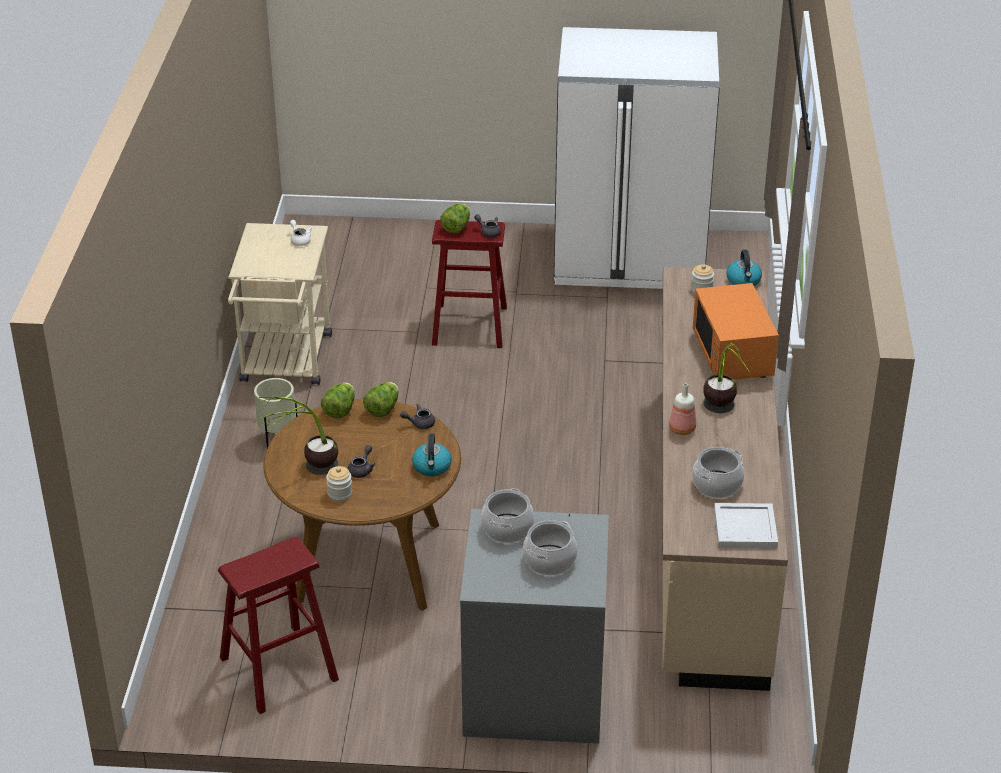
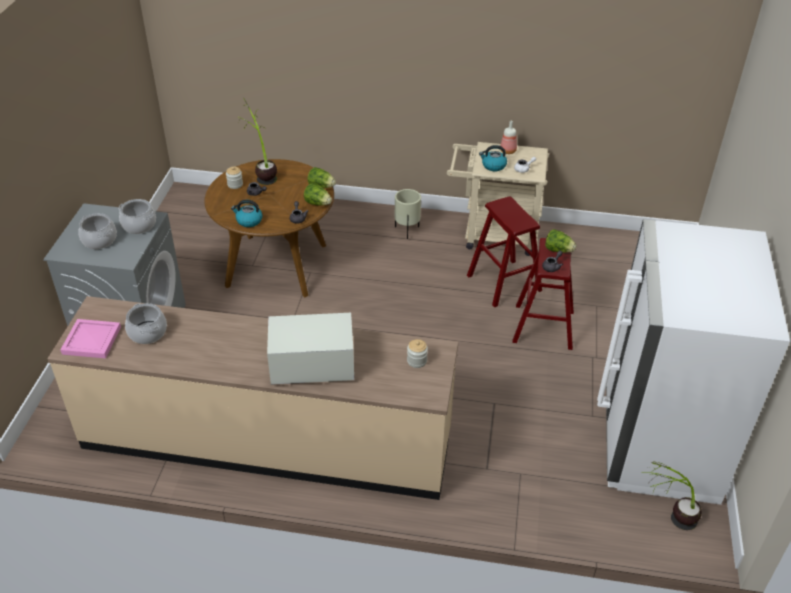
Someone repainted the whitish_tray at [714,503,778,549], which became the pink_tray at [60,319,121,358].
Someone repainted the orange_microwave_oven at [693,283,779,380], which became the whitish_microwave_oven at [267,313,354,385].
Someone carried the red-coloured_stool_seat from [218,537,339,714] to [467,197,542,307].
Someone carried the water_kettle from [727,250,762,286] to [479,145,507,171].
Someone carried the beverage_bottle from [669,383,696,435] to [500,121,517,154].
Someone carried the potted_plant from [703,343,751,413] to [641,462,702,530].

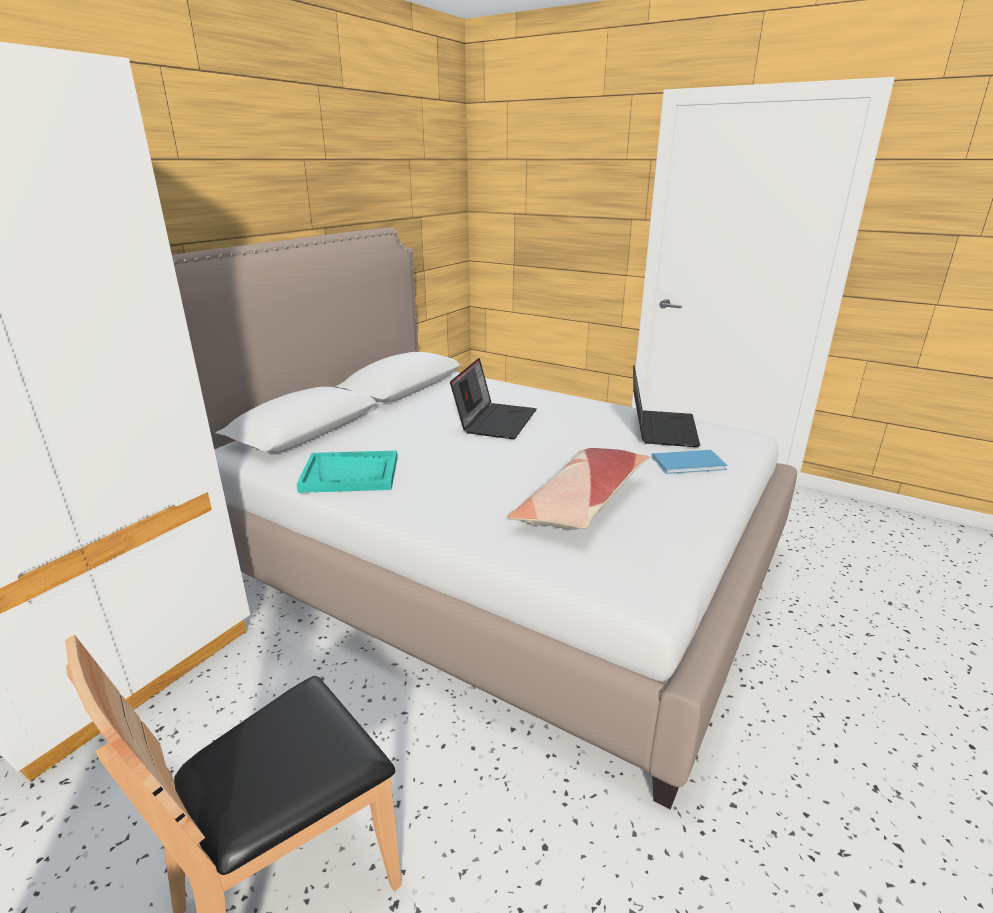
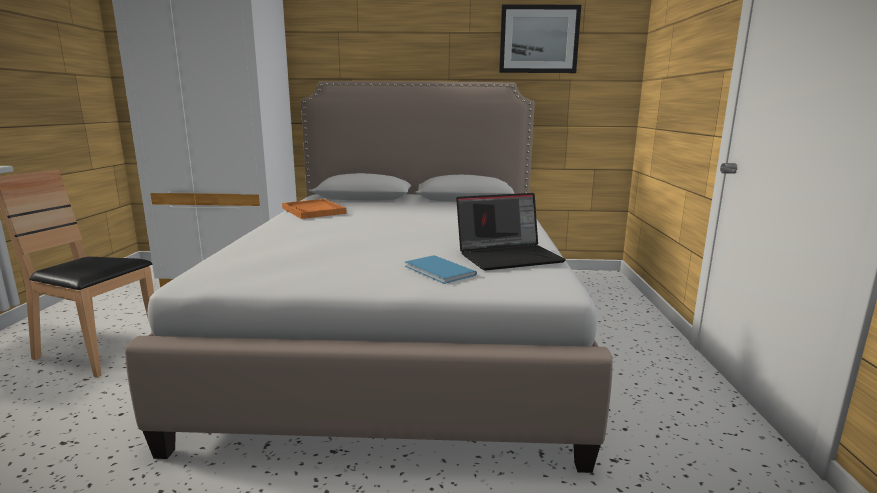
Someone repainted the turquoise_tray at [296,451,397,493], which became the orange_tray at [282,199,347,219].
Someone put up the wall_picture at [499,5,581,73].
Someone took away the notebook_computer at [450,358,536,439].
Someone took away the pillow at [508,448,649,530].

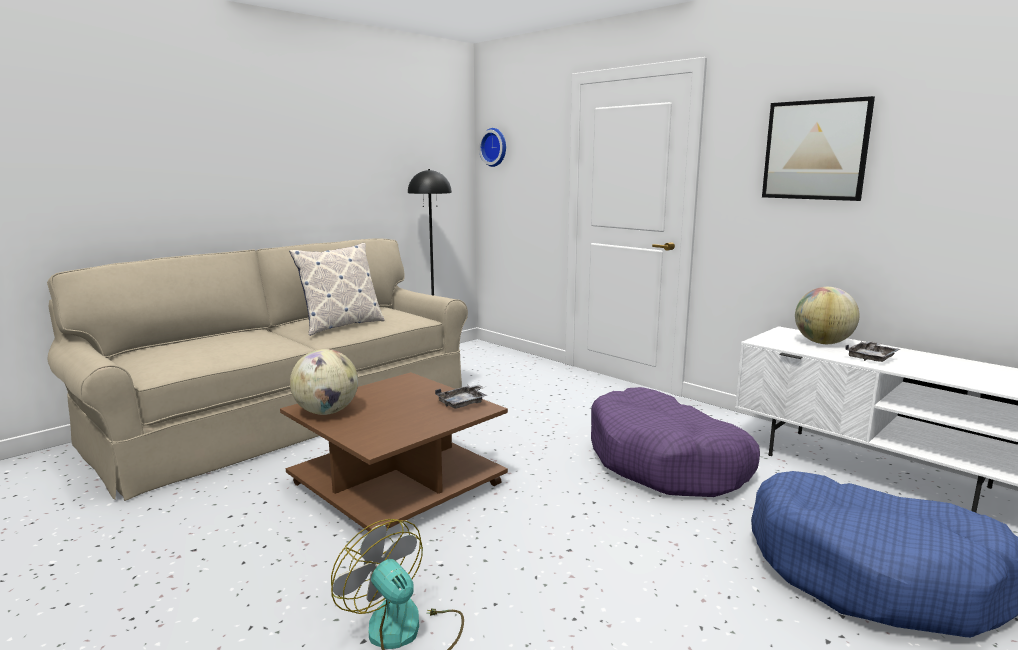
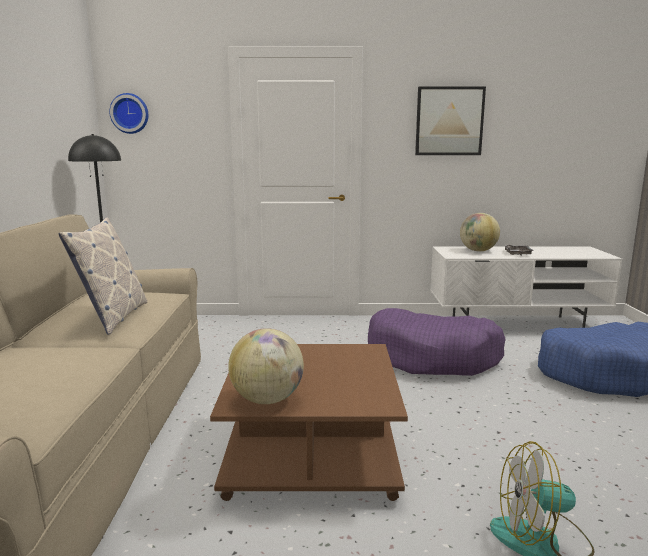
Someone took away the gray_tray at [435,385,488,408].

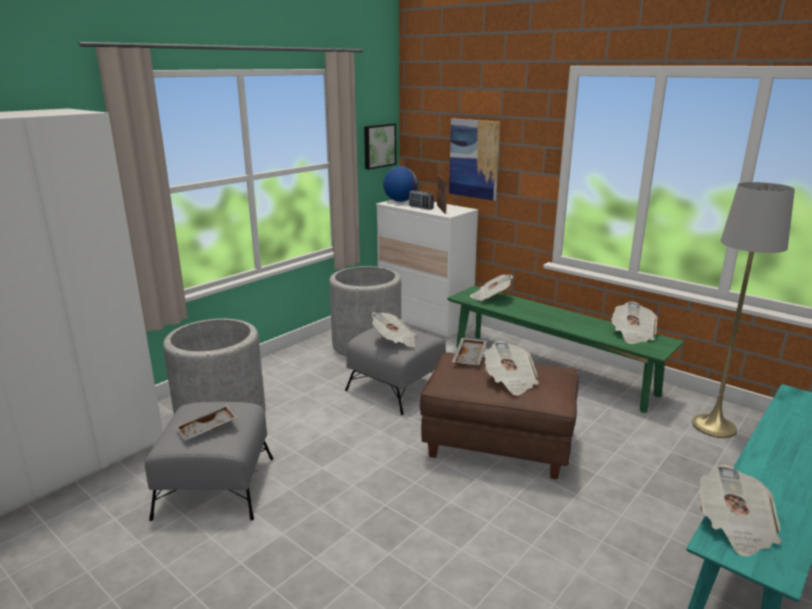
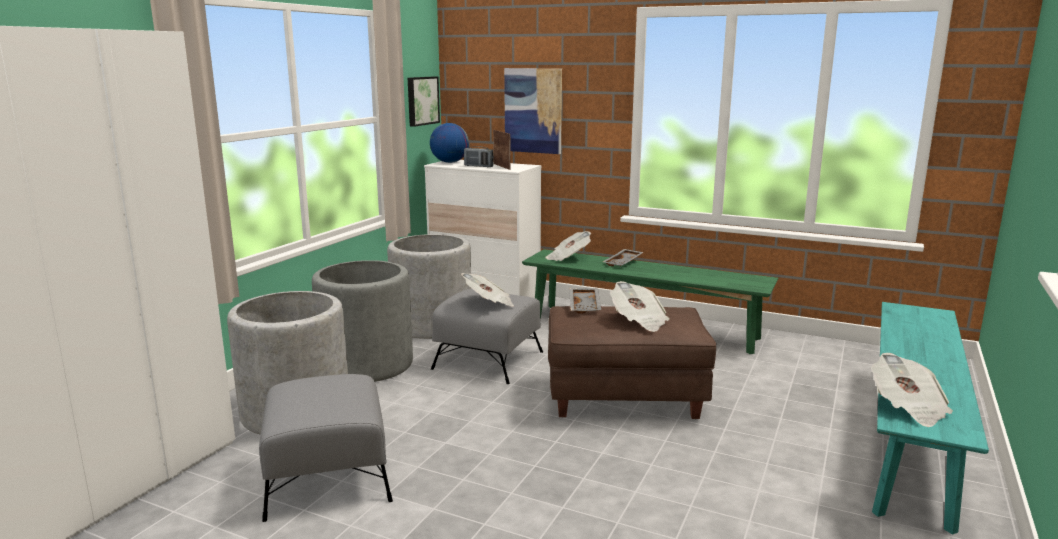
Someone put down the gray_planter at [312,260,413,382].
Someone carried the gray_tray from [175,404,238,441] to [603,249,644,266].
Someone took away the newspaper at [611,302,658,344].
Someone took away the gray_standard_lamp at [692,182,795,438].

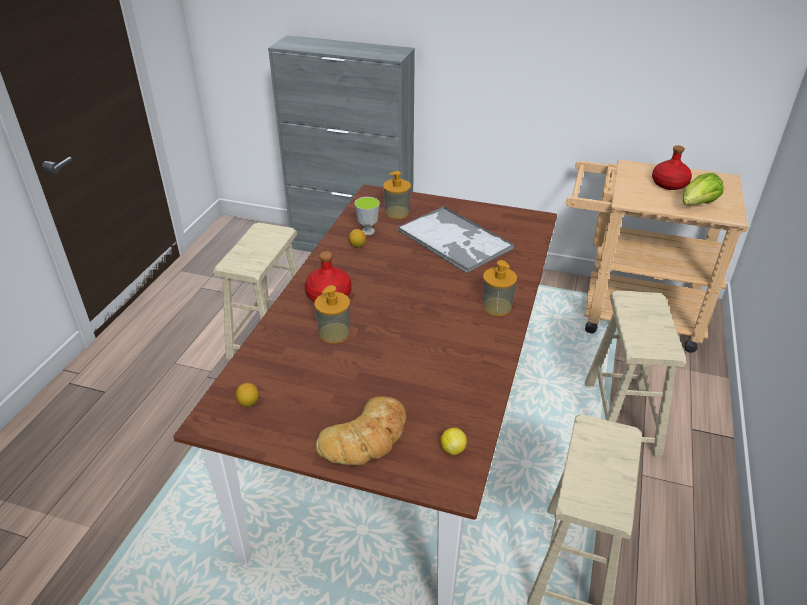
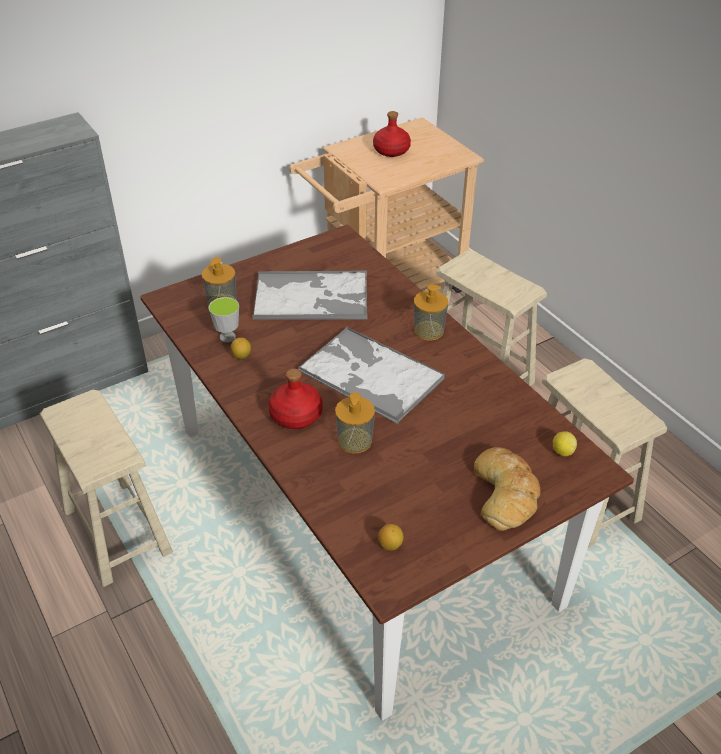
Someone put down the tray at [298,327,445,424].
Someone took away the lettuce_head at [682,173,724,205].

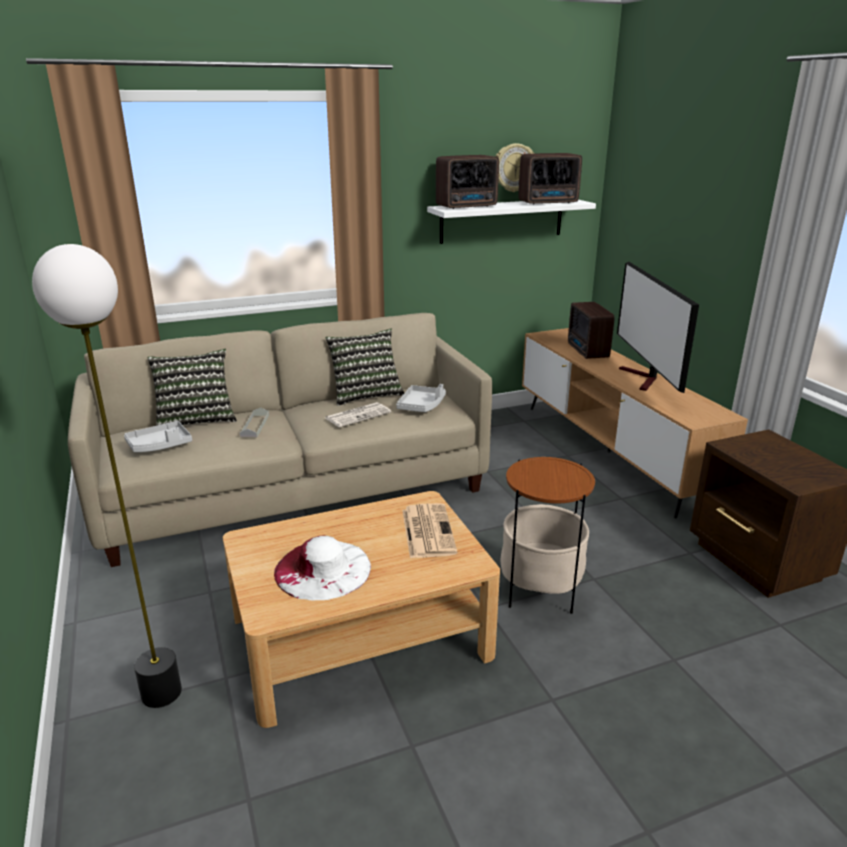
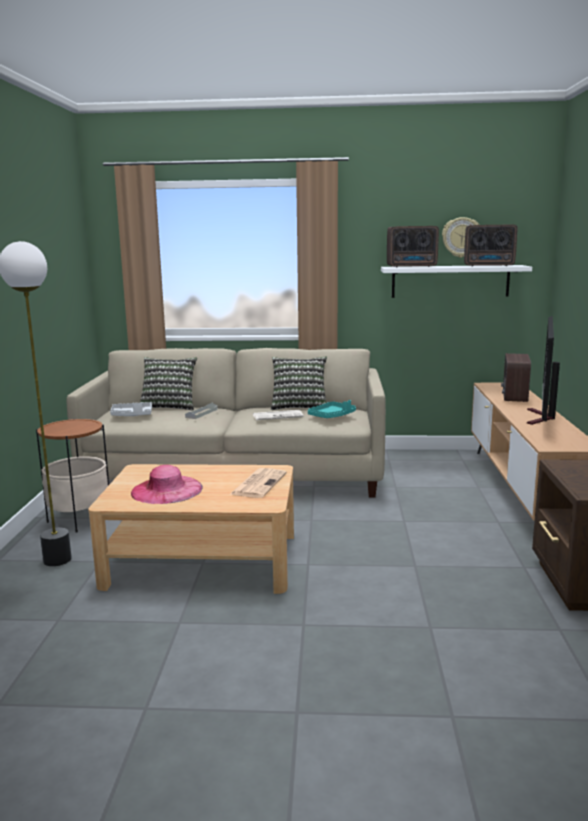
Someone carried the side_table from [500,457,595,614] to [36,418,109,533].
Someone repainted the whitish_hat at [274,536,371,601], which became the pink_hat at [131,465,203,504].
Someone repainted the gray_tray at [396,384,446,412], which became the turquoise_tray at [308,400,356,418].

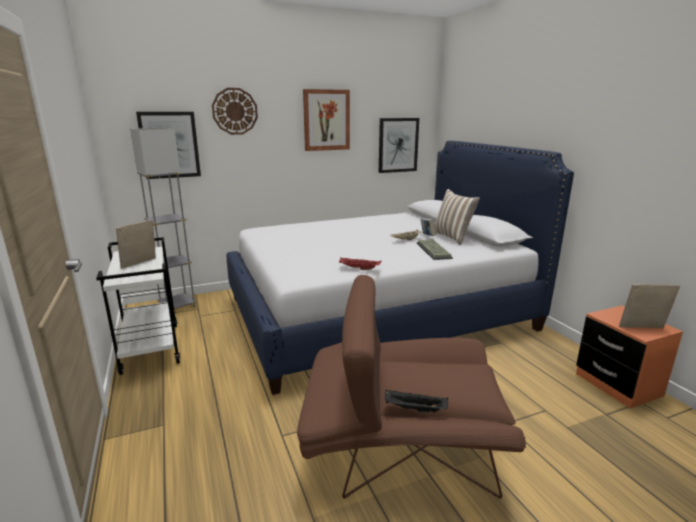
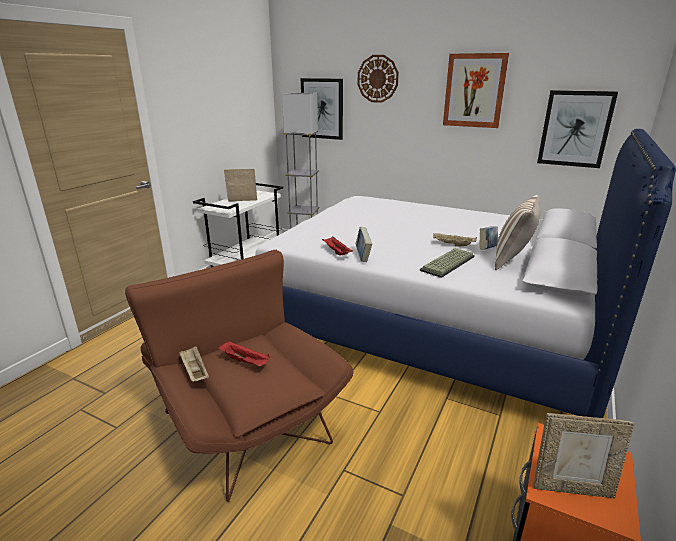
Someone repainted the black-coloured_tray at [385,389,448,413], which became the sand-coloured_tray at [179,346,209,382].
Someone put down the red-coloured_tray at [218,341,270,367].
Someone put down the book at [356,227,372,262].
Someone rotated the photo_frame at [619,284,680,328] by 135 degrees clockwise.

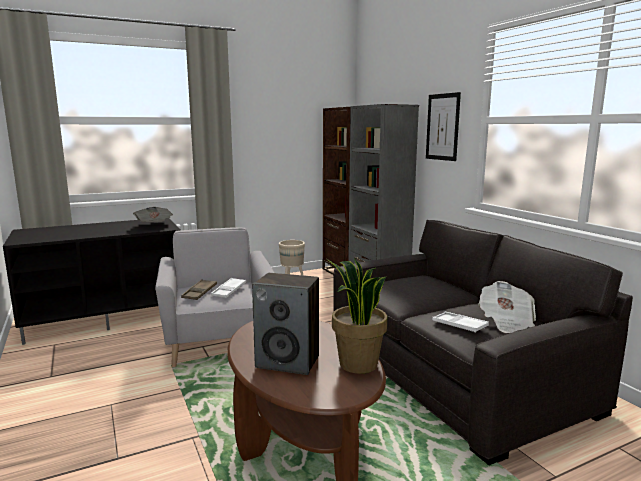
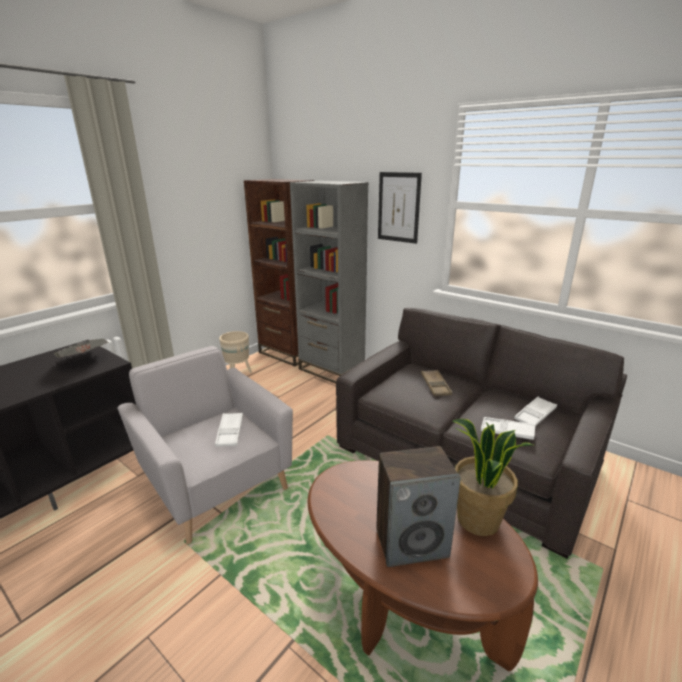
Someone carried the brownish_tray from [181,279,217,300] to [421,370,452,396].
Someone swapped the newspaper at [478,281,536,333] for the whitish_tray at [514,397,557,427].

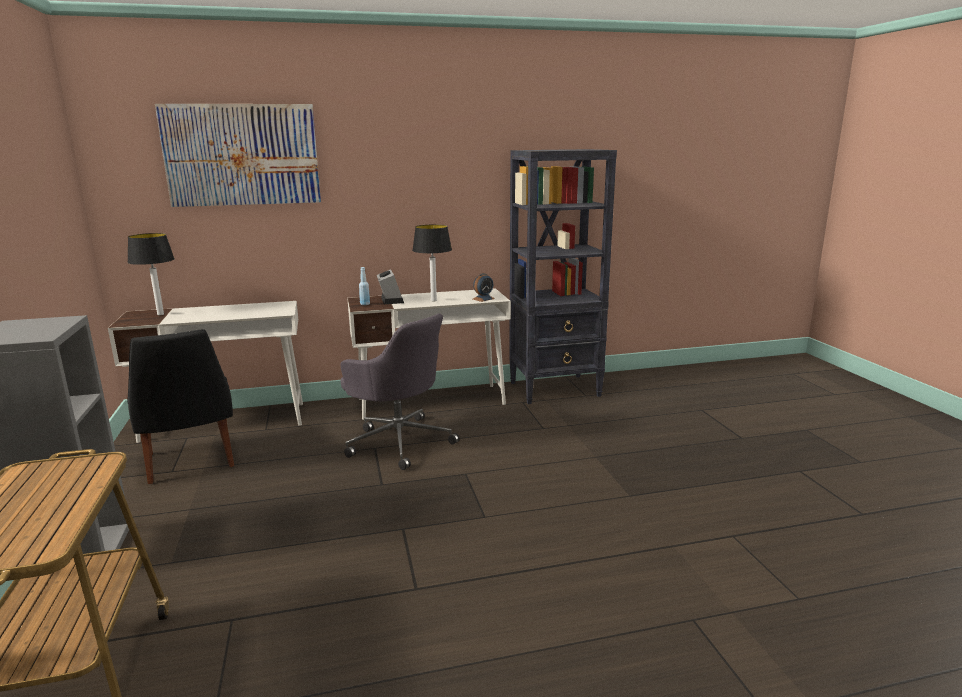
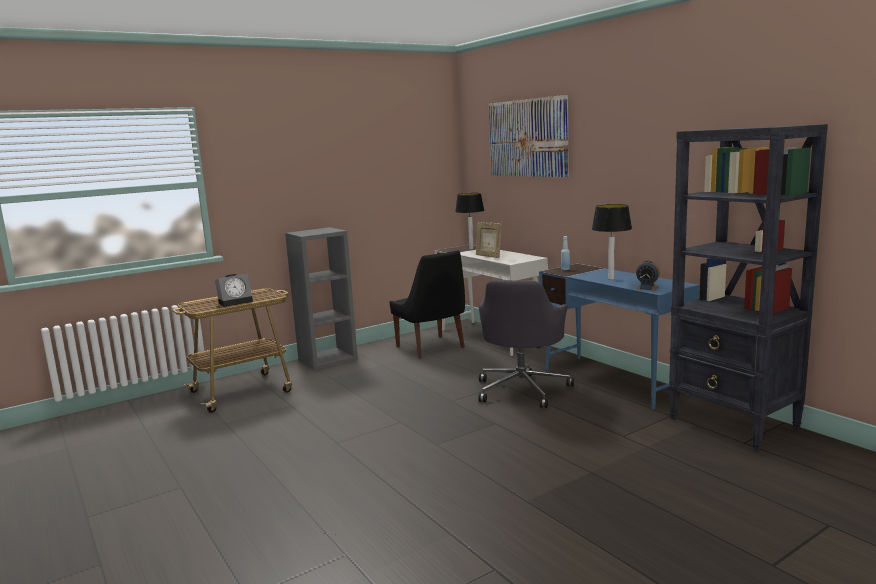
Someone carried the table_clock from [377,269,404,304] to [215,274,253,307].
Someone rotated the black-coloured_chair at [127,329,234,484] by 75 degrees counterclockwise.
Someone put down the photo_frame at [476,222,502,258].
Someone repainted the whitish_desk_unit at [347,288,511,420], which became the blue-coloured_desk_unit at [539,264,699,409].

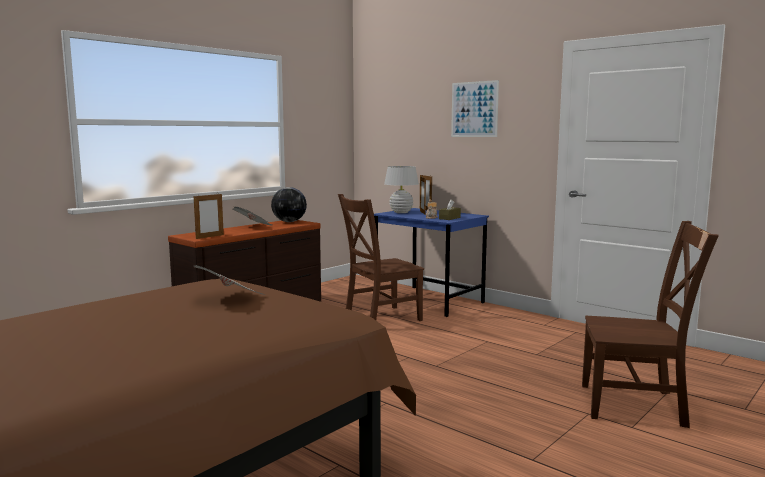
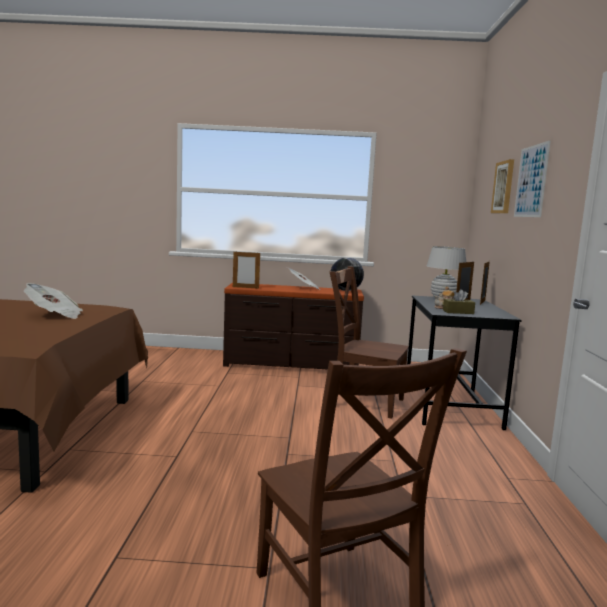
Someone repainted the blue-coloured_desk_unit at [374,208,489,317], which became the black-coloured_desk_unit at [407,296,522,431].
Someone put up the wall_picture at [491,159,514,213].

